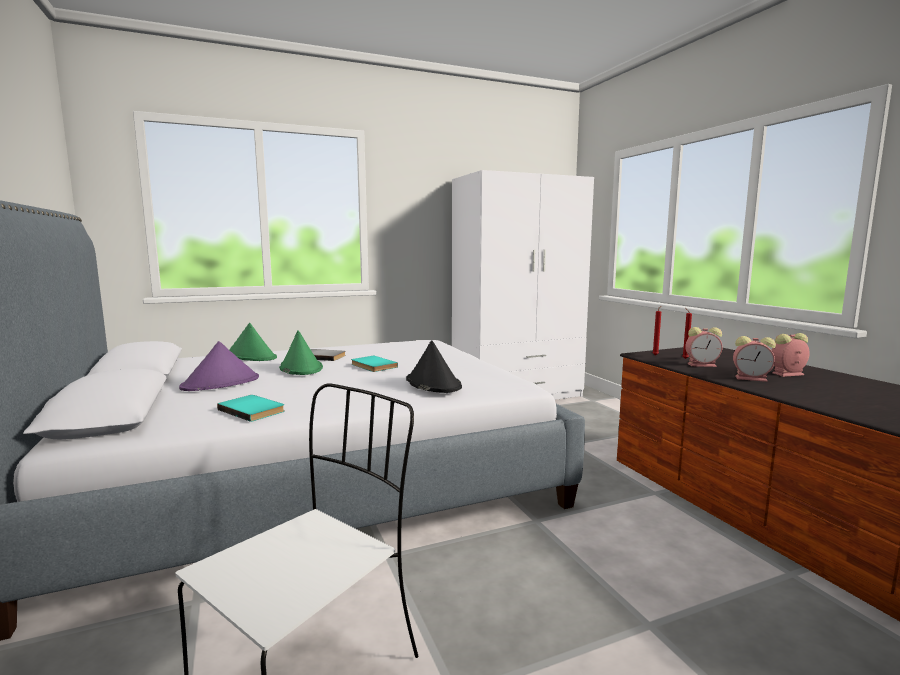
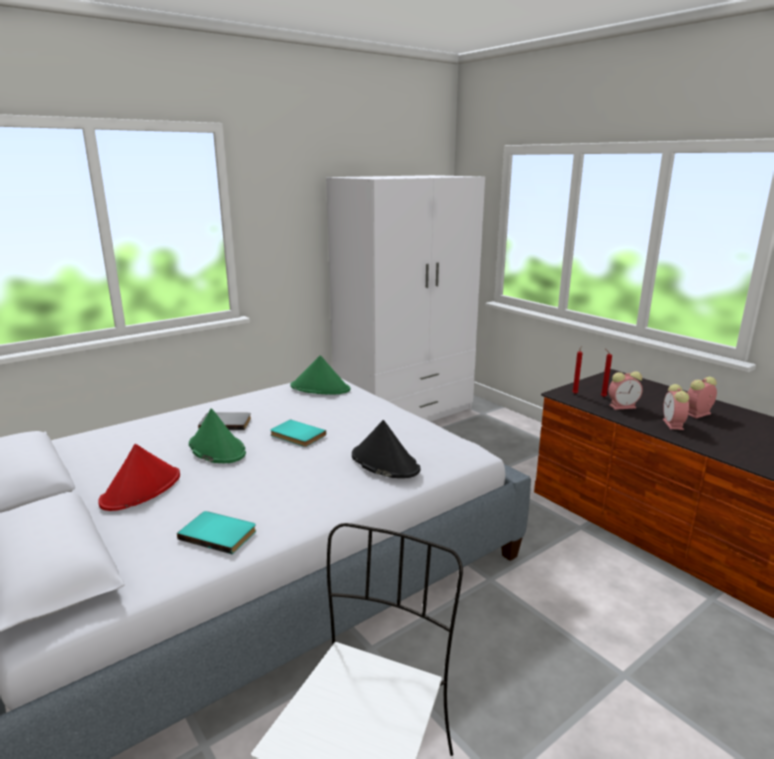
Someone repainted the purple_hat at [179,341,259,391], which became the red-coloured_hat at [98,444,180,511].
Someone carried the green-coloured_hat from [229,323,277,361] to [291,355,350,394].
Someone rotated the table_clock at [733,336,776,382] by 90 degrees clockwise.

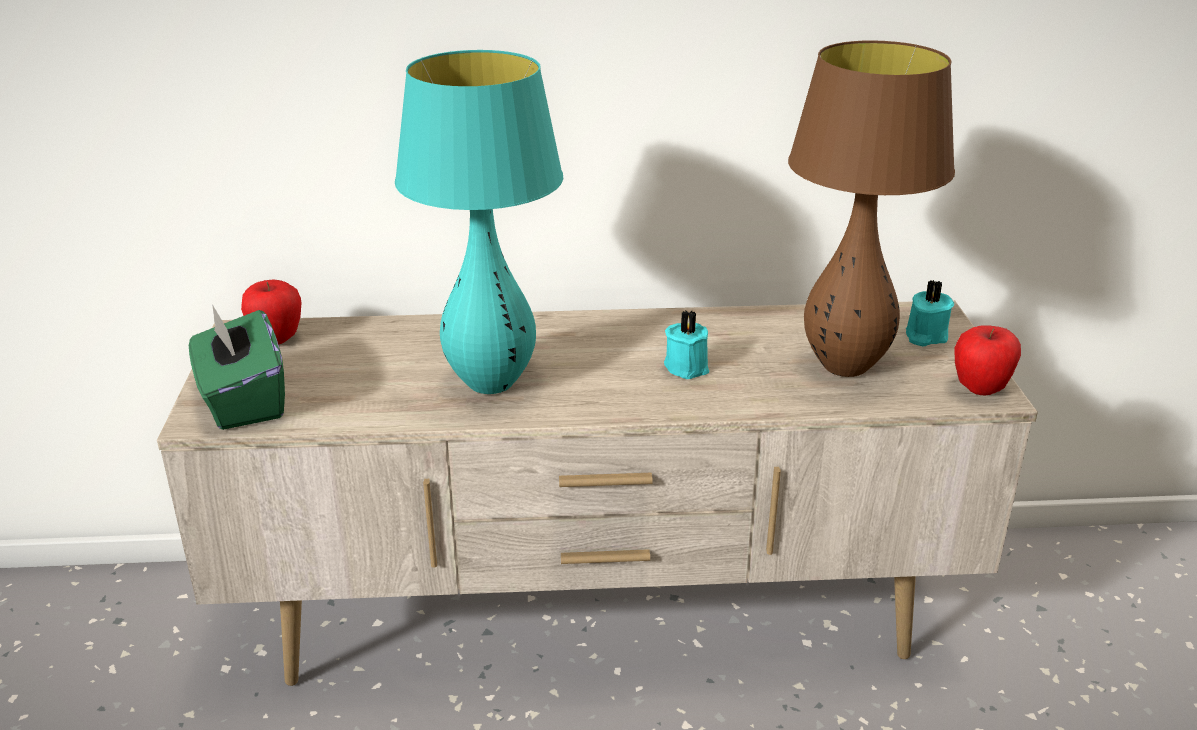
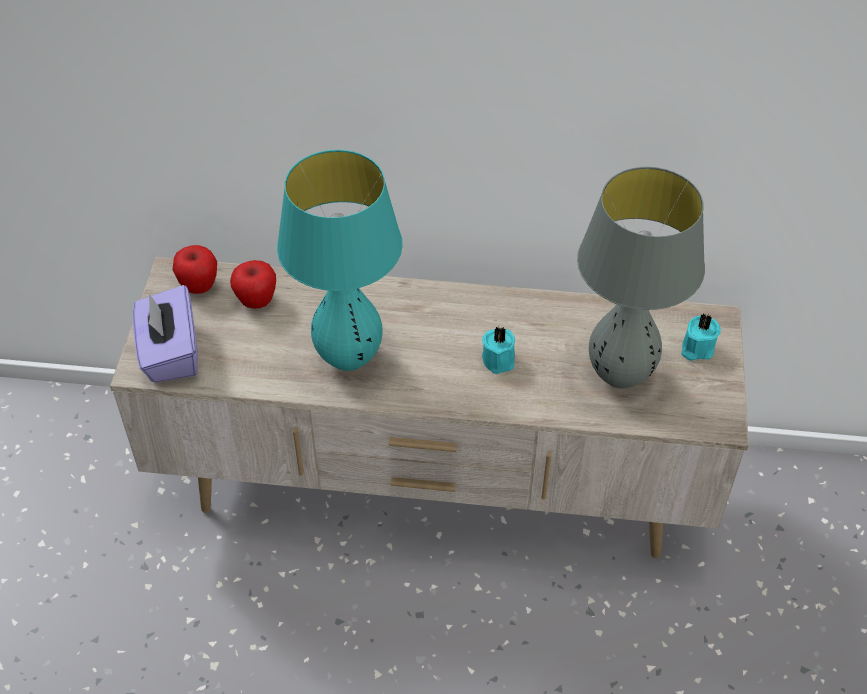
Someone repainted the green-coloured_tissue_holder at [189,305,285,430], which became the purple_tissue_holder at [133,285,198,383].
Someone carried the apple from [955,325,1021,395] to [230,260,276,309].
Someone repainted the brownish_lamp_for_a_table at [788,40,955,377], which became the gray_lamp_for_a_table at [577,167,705,388].

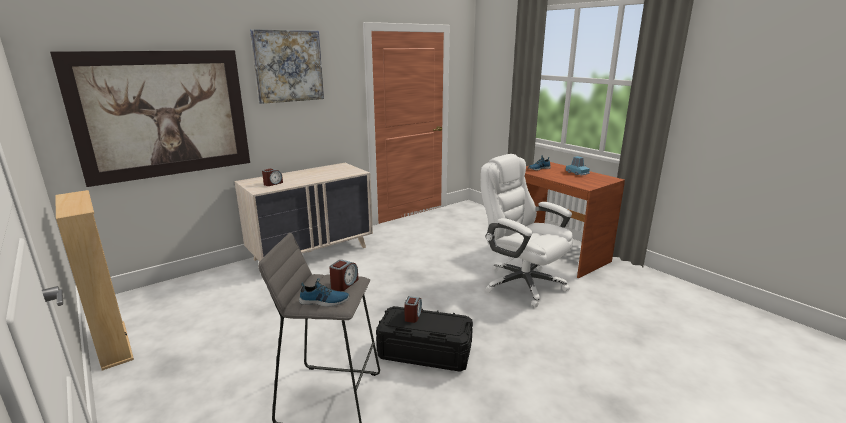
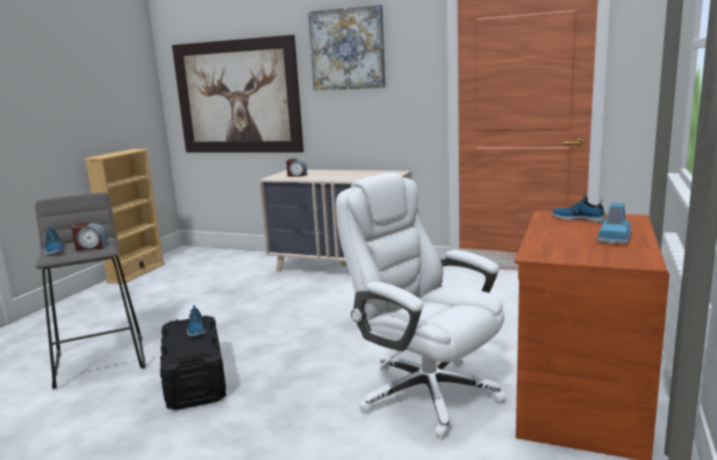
Someone swapped the table_clock at [404,296,422,323] for the item_of_footwear at [187,305,206,336].
Someone rotated the whitish_computer_chair at [481,154,573,307] by 60 degrees counterclockwise.

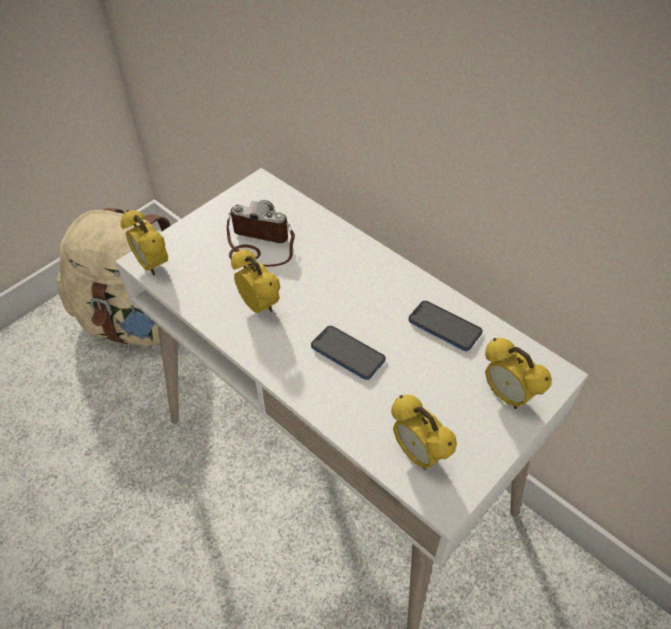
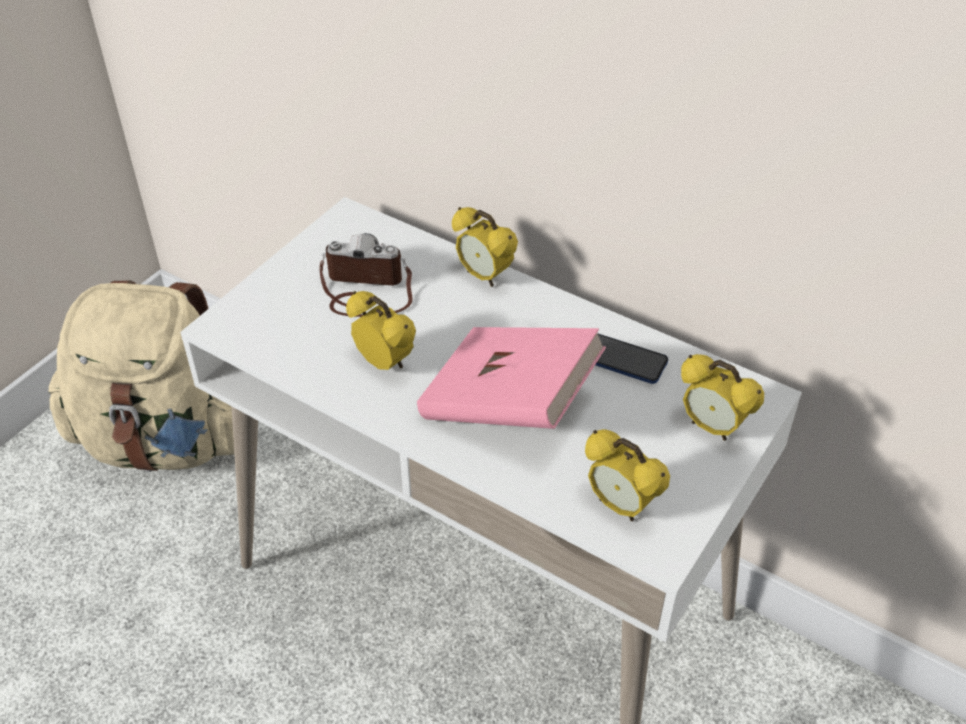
Someone swapped the phone at [311,326,386,380] for the pink_book at [417,327,606,429].
Someone carried the table_clock from [121,210,168,276] to [452,207,518,287].

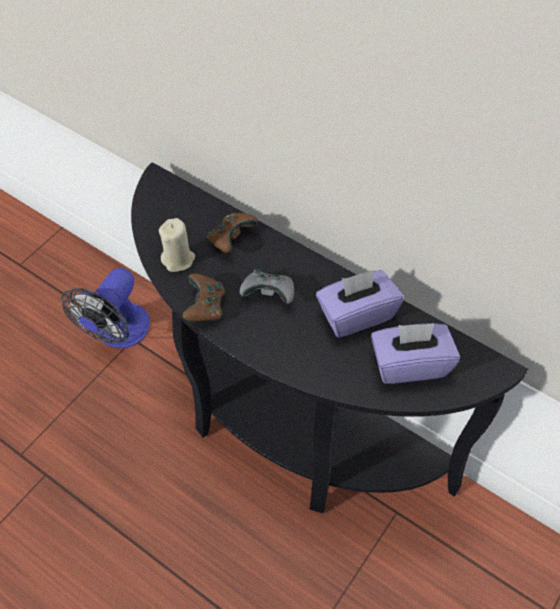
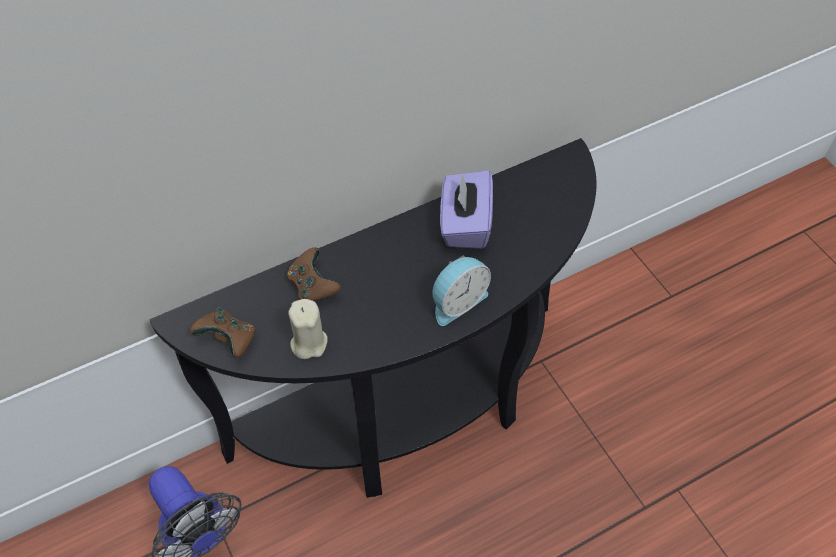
Someone carried the brownish_gamepad from [182,273,225,321] to [190,308,256,357].
Someone put down the table_clock at [432,256,491,326].
Someone took away the gray_gamepad at [239,269,294,304].
Someone took away the purple_tissue_holder at [371,323,460,384].

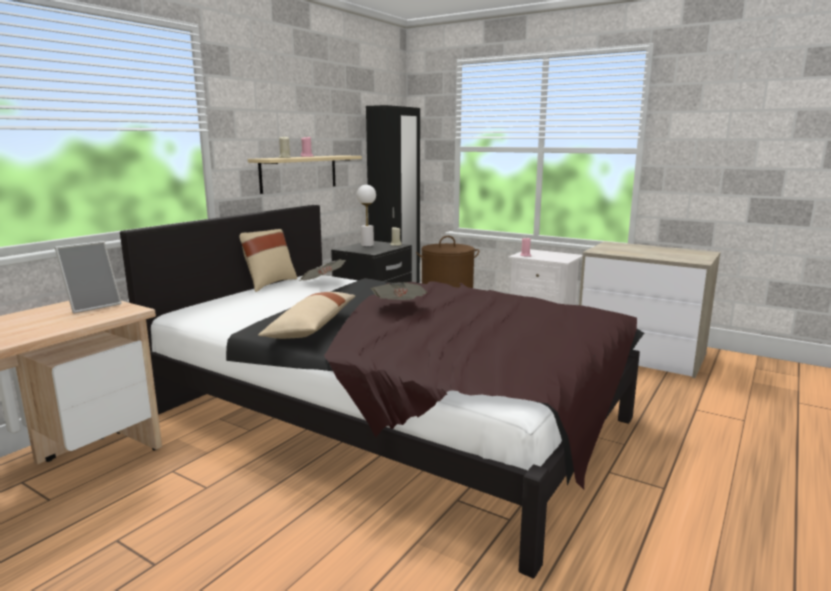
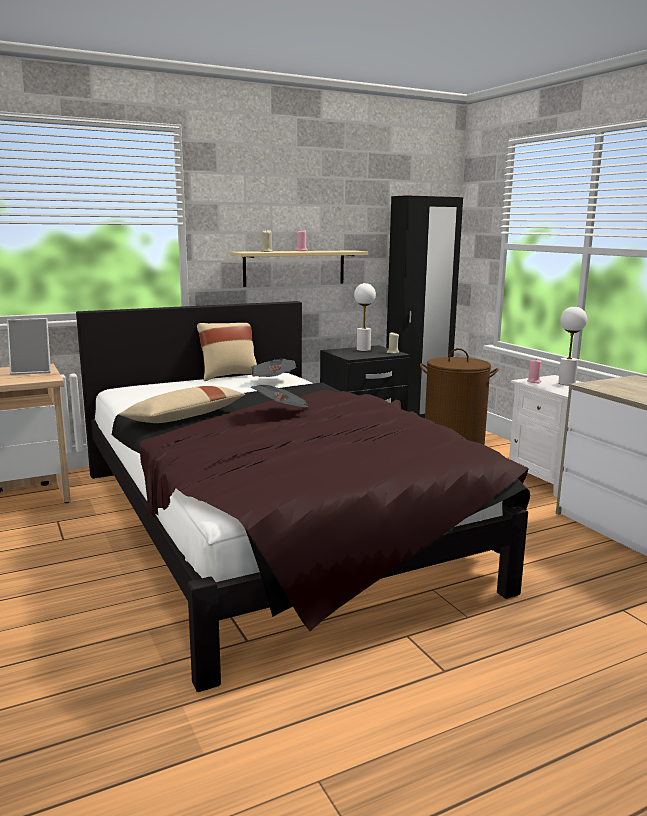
Someone put down the whitish_lamp_for_a_table at [558,307,587,385].

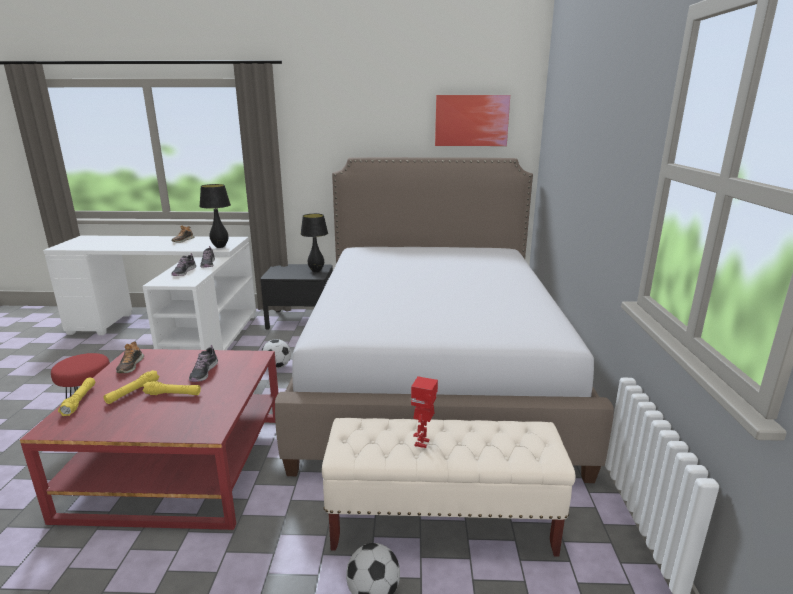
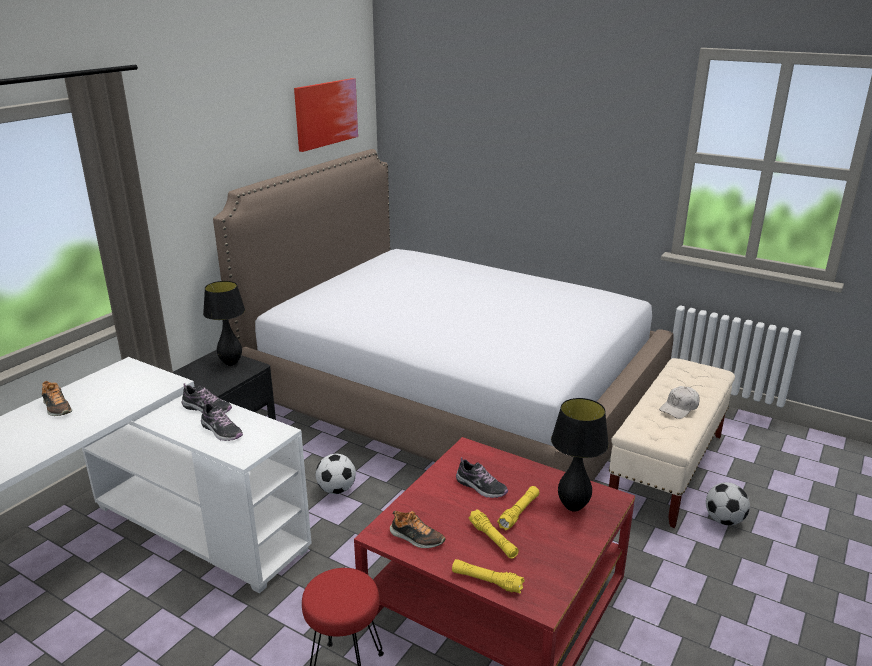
Someone carried the black-coloured_lamp_for_a_table from [199,184,231,248] to [551,398,609,512].
Someone swapped the robot_figure at [411,376,438,448] for the whitish_baseball_cap at [659,386,699,419].

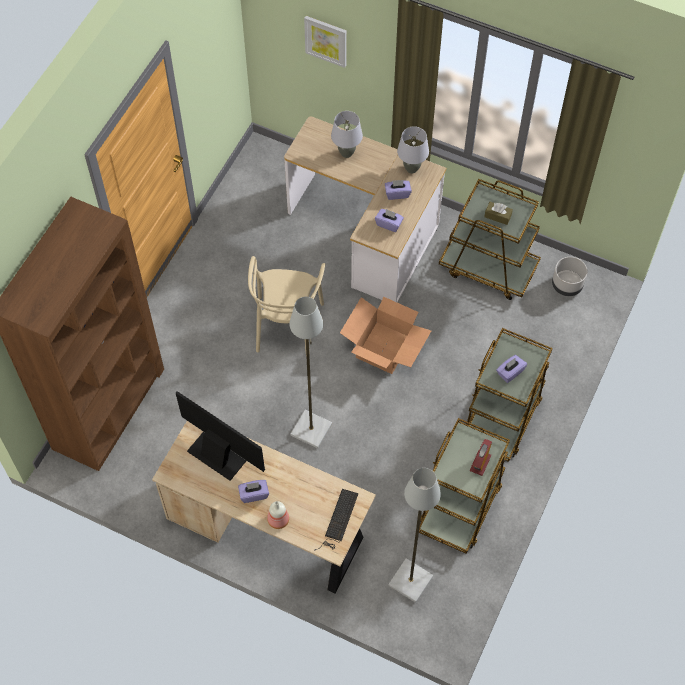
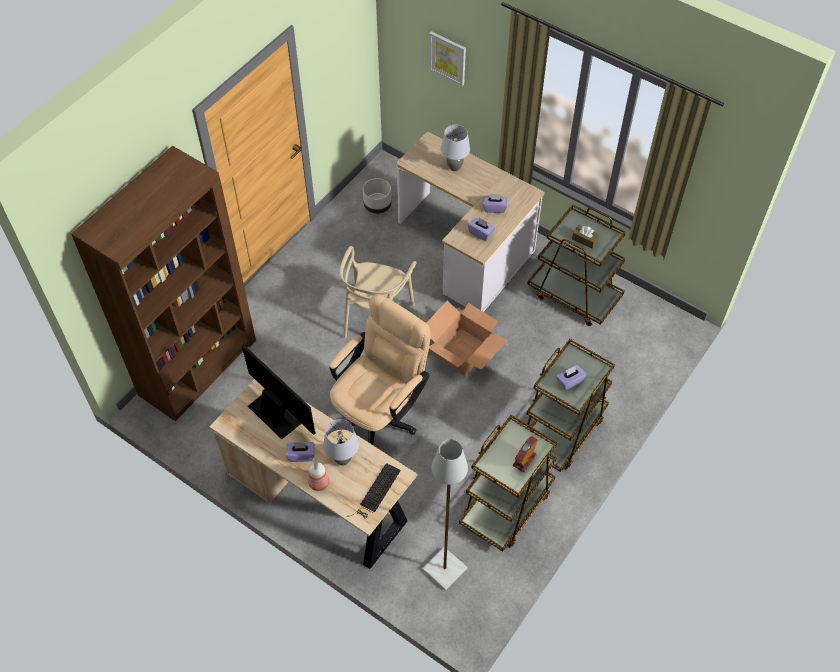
Someone carried the gray_lamp_for_a_table from [397,126,429,173] to [323,419,359,466].
Someone swapped the gray_standard_lamp at [290,296,332,448] for the sand-coloured_computer_chair at [329,294,430,445].
Someone carried the gray_planter from [552,257,587,296] to [363,178,392,214].

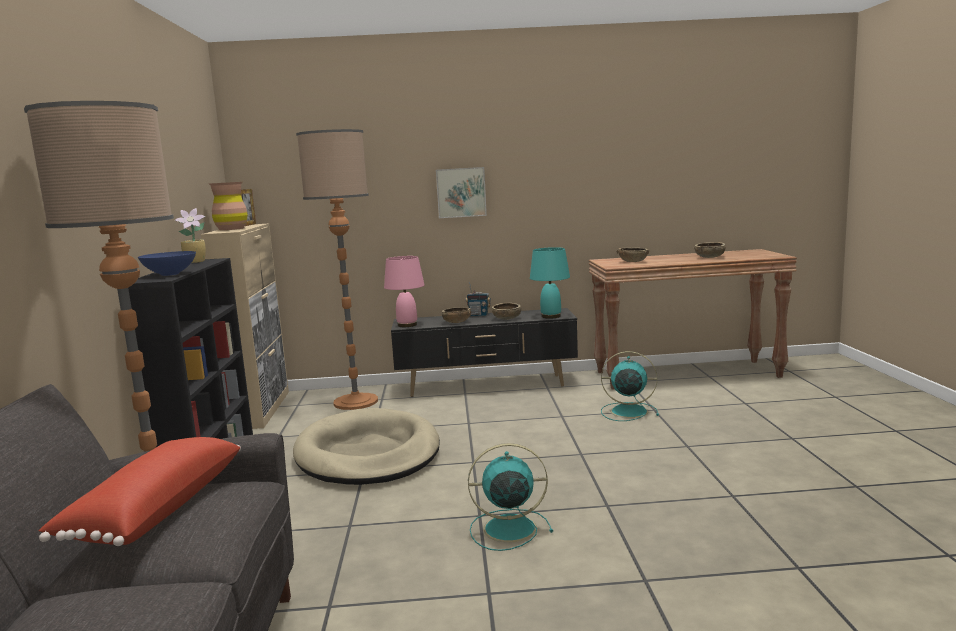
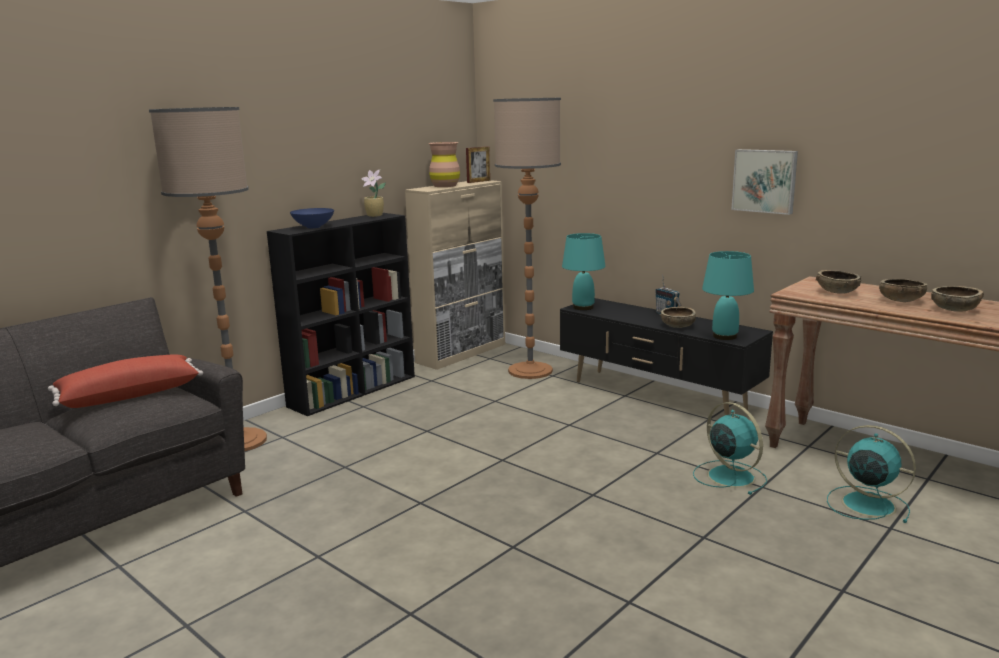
Someone repainted the pink_lamp_for_a_table at [384,256,425,327], which became the turquoise_lamp_for_a_table at [562,233,606,310].
Someone carried the wall_picture from [436,167,487,218] to [731,149,798,215].
Someone carried the turquoise_electric_fan from [468,443,553,551] to [827,425,916,523].
Someone carried the brownish_serving_bowl from [442,308,471,323] to [879,279,927,302].
Someone took away the sand-coloured_pet_bed at [293,408,440,485].

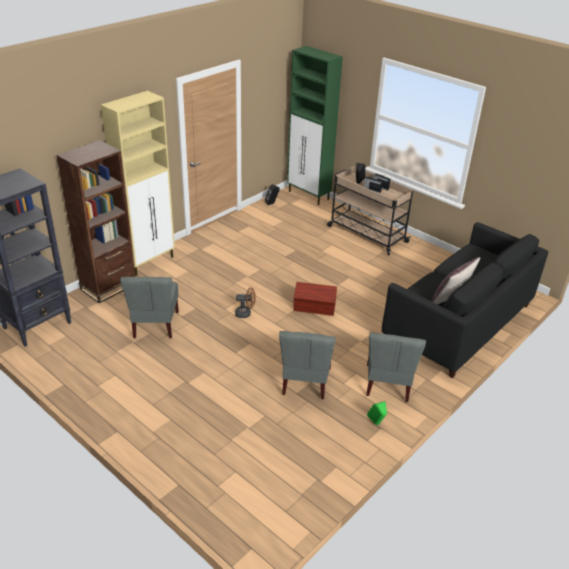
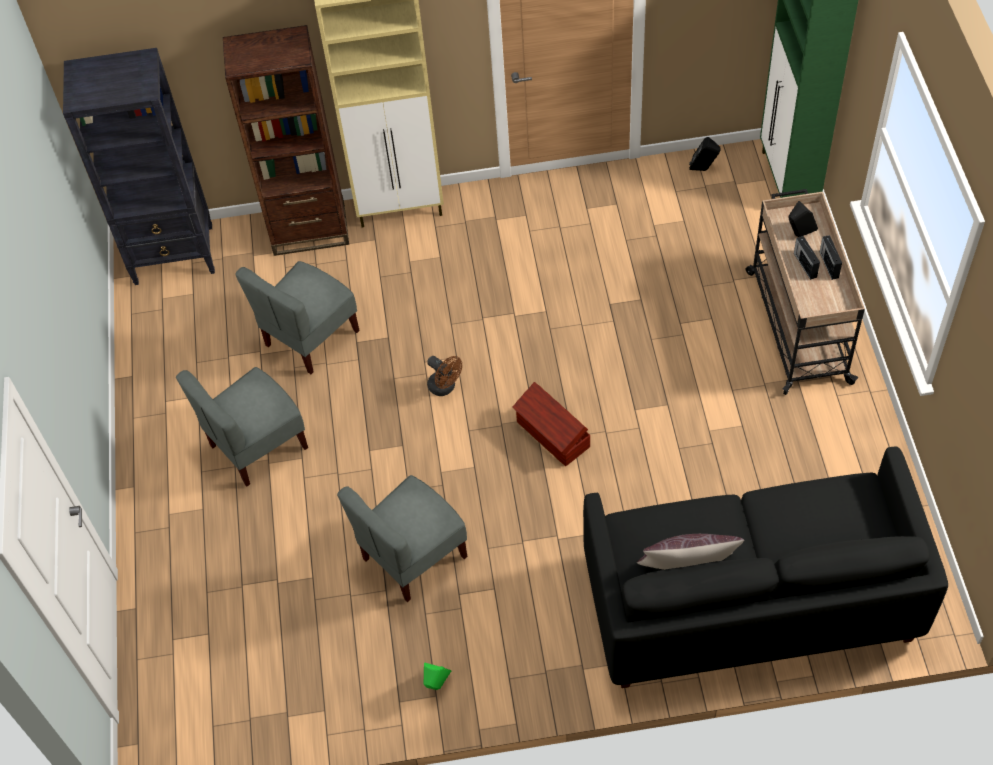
Someone carried the gray_chair from [366,332,426,402] to [176,367,308,486].

